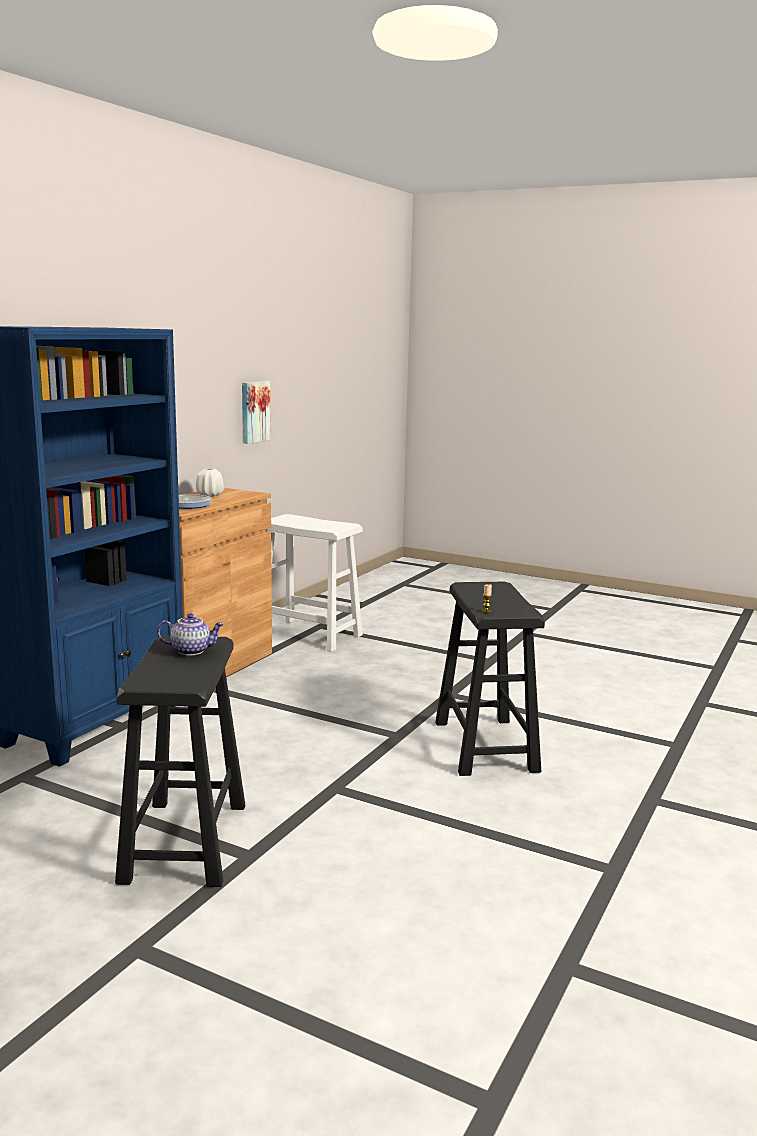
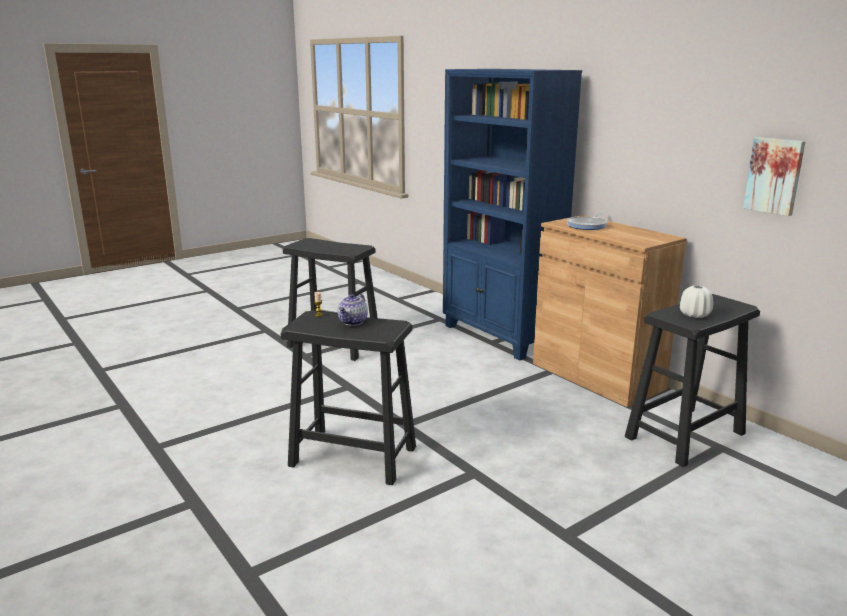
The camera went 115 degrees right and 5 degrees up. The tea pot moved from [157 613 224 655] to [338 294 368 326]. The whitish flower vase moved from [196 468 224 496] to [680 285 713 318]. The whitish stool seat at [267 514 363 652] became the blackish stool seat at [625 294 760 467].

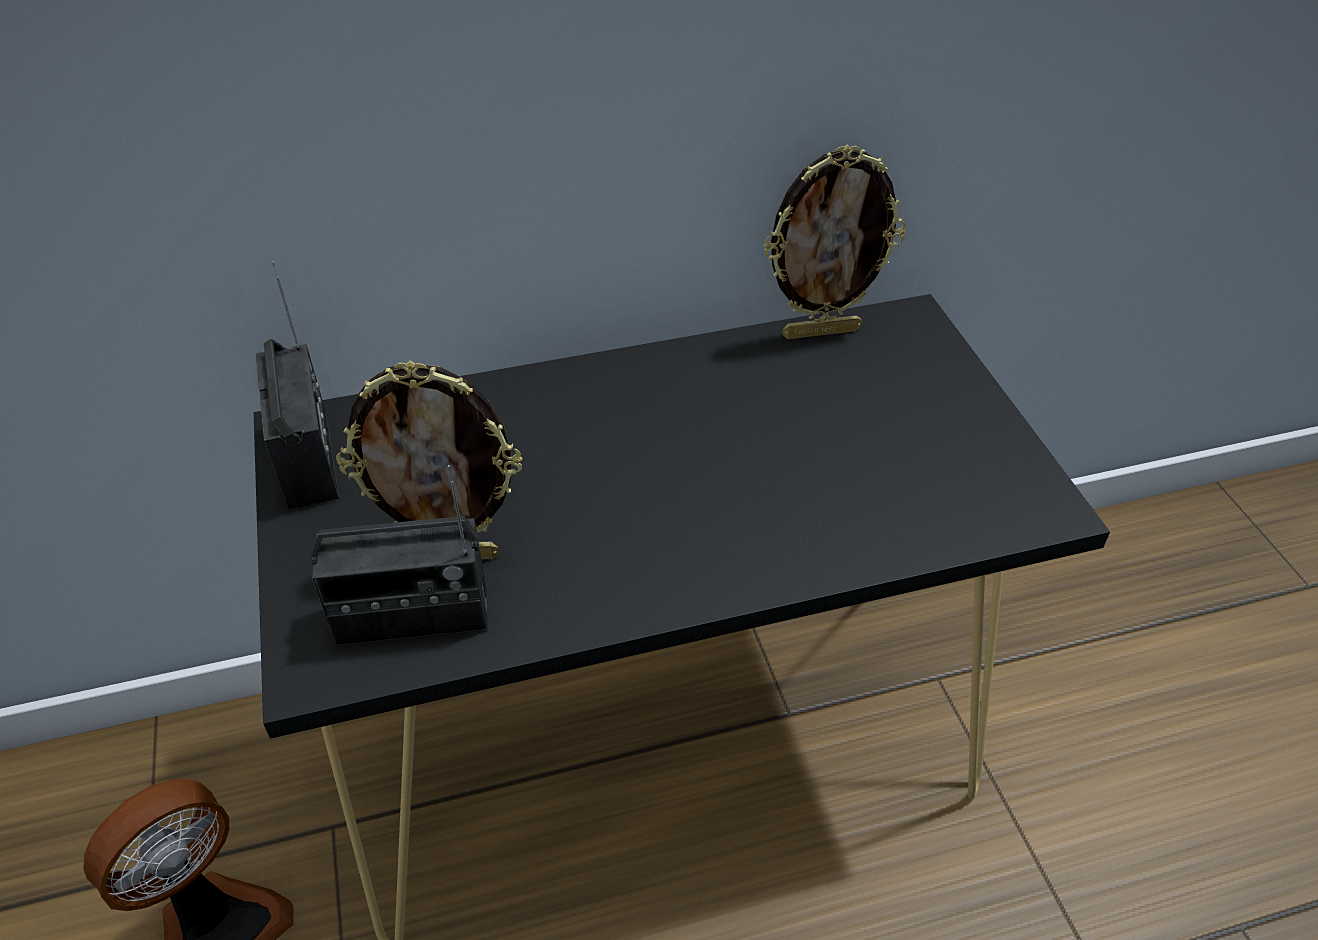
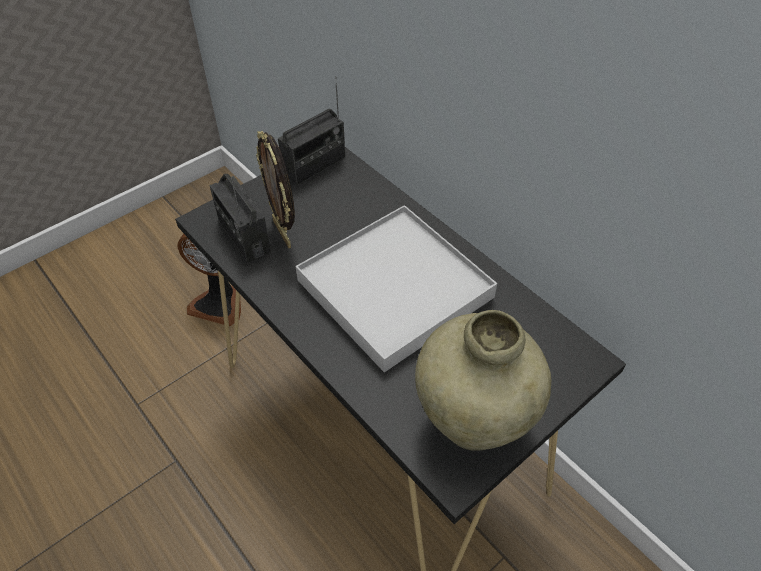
The camera went 65 degrees right and 5 degrees up. The picture frame at [764 145 906 339] disappeared. The whitish serving tray at [296 205 497 372] appeared. The beige flower vase at [415 310 551 451] appeared.

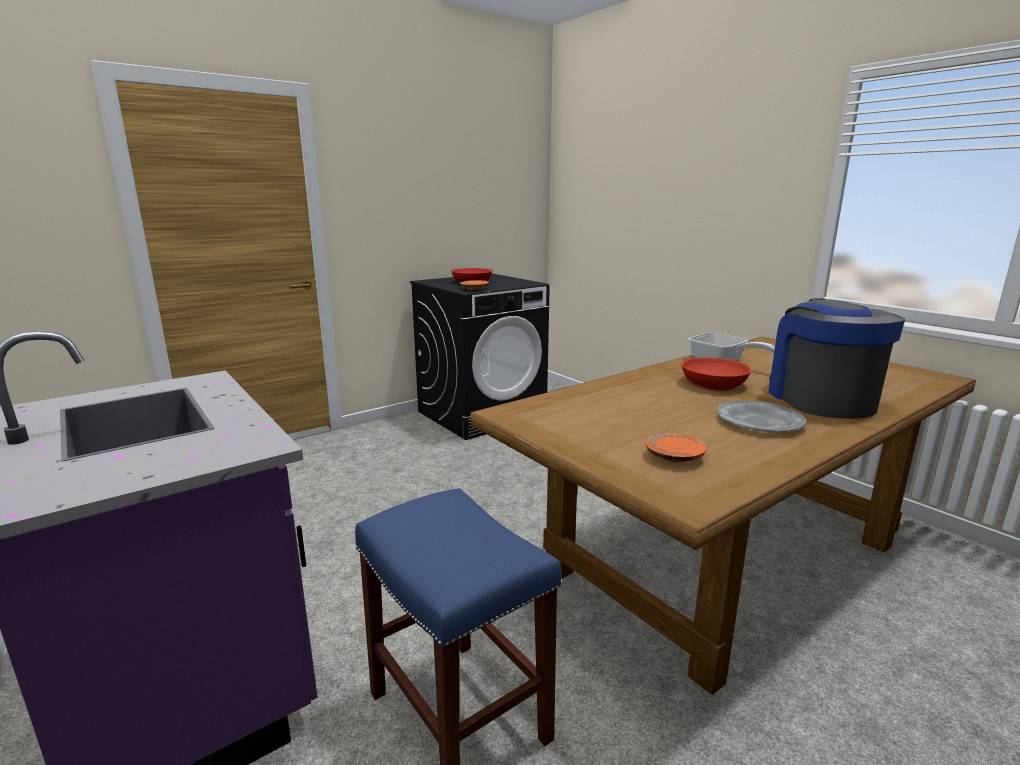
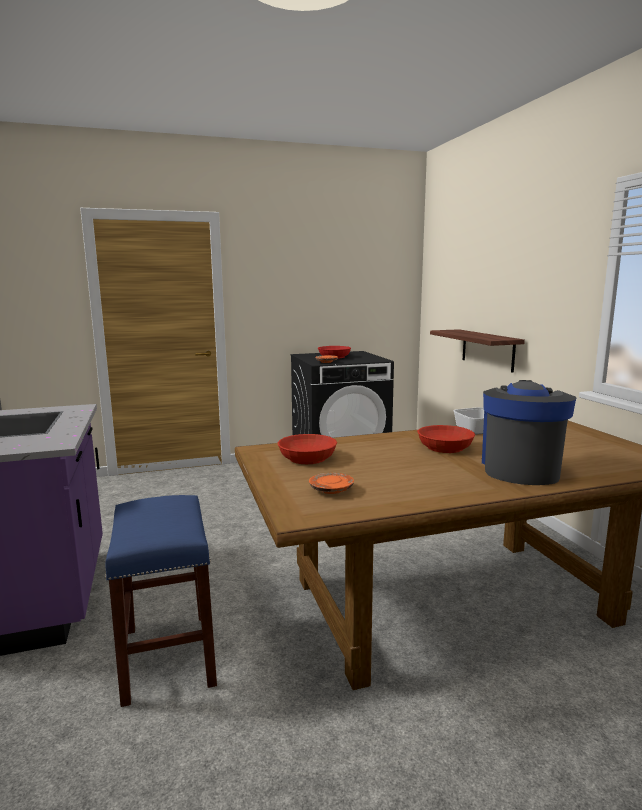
The camera went 20 degrees right and 5 degrees down. The grey dinner plate at [717 401 806 432] disappeared. The red bowl at [278 434 337 464] appeared. The wall shelf at [430 329 525 373] appeared.

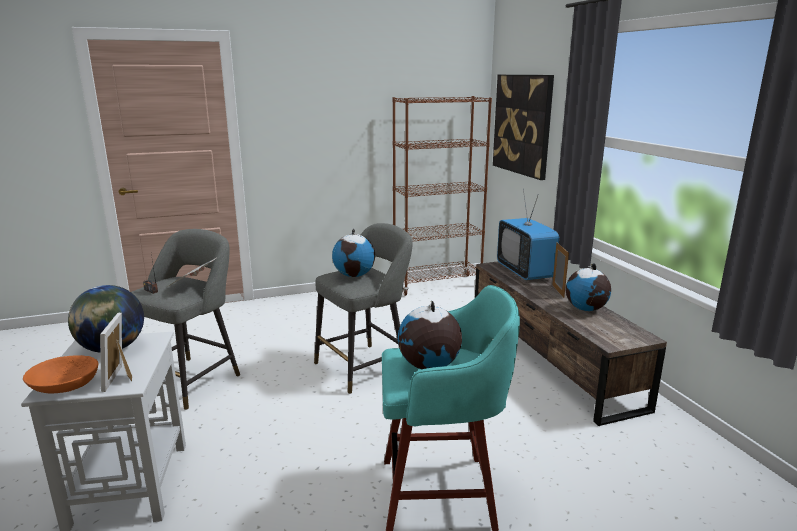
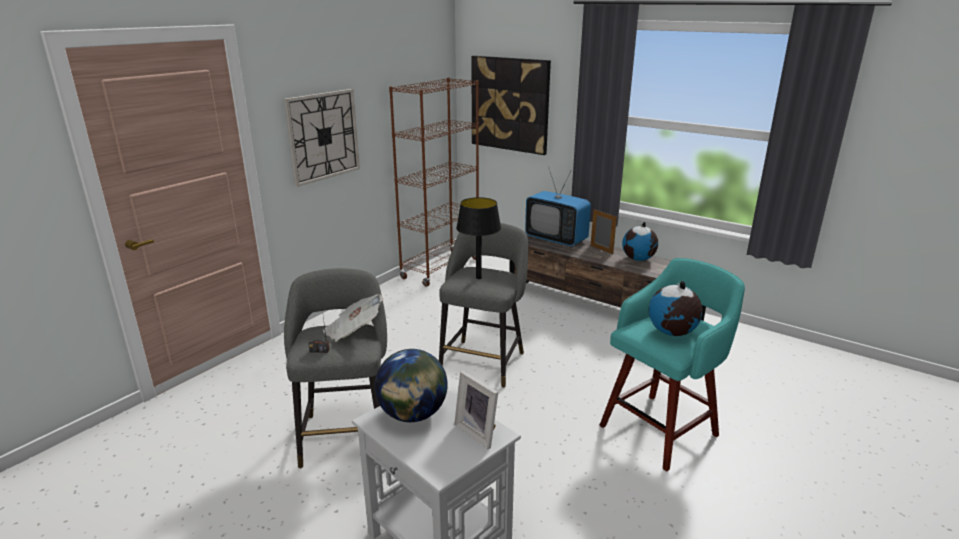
The camera went 35 degrees left and 5 degrees up. The orange-coloured bowl at [23 355 98 393] disappeared. The desk globe at [332 228 375 277] was replaced by the blackish lamp for a table at [456 197 501 279]. The clock on the wall at [284 89 360 187] appeared.

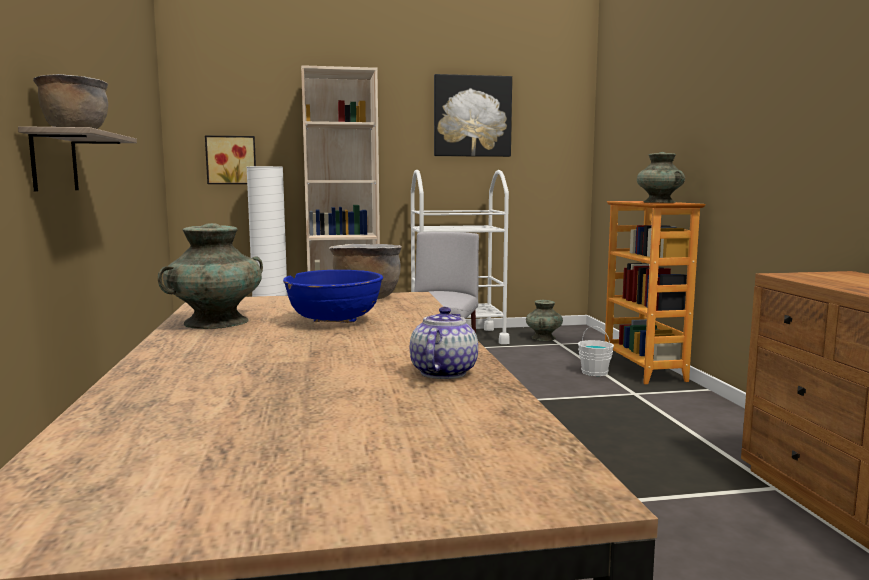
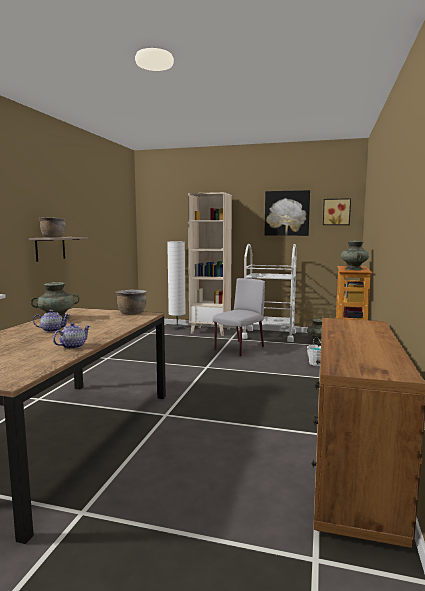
The camera went 25 degrees right and 0 degrees up. The wall picture moved from [205 136 256 184] to [323 198 351 225]. The blue-coloured bowl at [283 270 383 323] disappeared. The tea pot at [33 310 70 332] appeared.

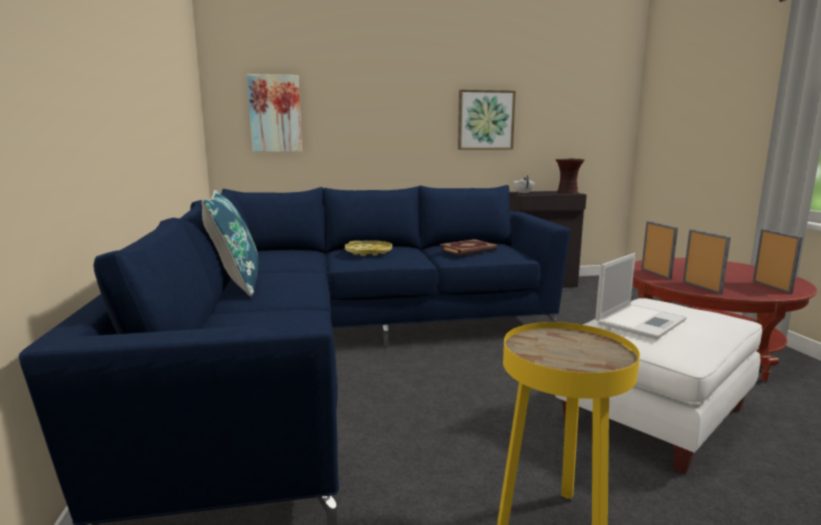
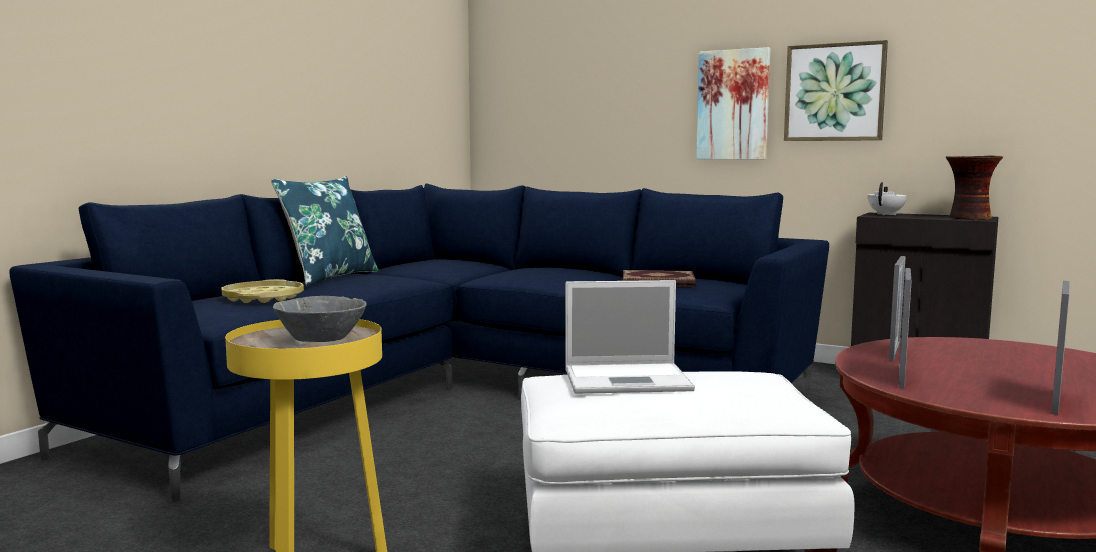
The camera went 40 degrees right and 5 degrees down. The wall picture moved from [247 74 302 152] to [696 47 771 160]. The yellowish serving tray moved from [345 241 392 256] to [221 279 304 303]. The grey bowl at [273 296 367 342] appeared.

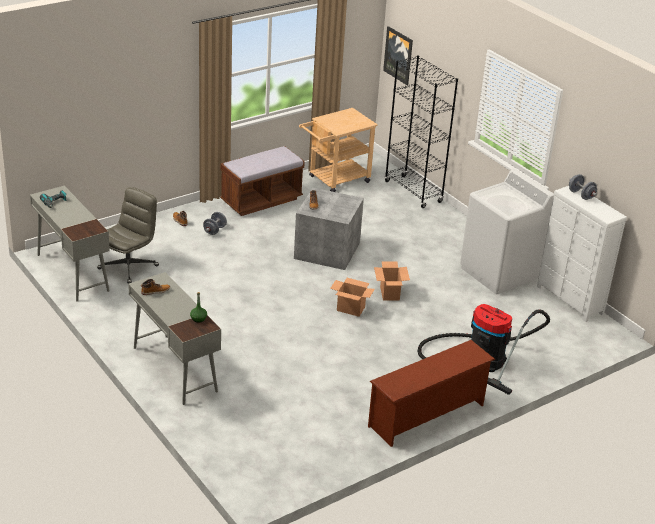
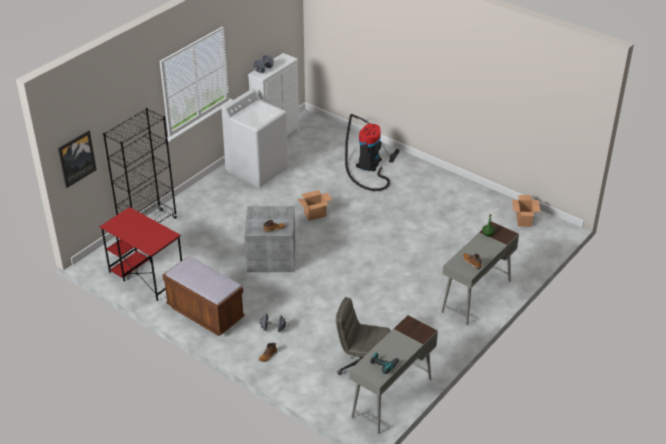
The camera went 105 degrees left and 5 degrees up. The beige cart at [299 108 378 192] was replaced by the red desk unit at [100 207 182 301]. The carton moved from [330 278 375 317] to [512 195 540 227]. The brown-coloured shoe stand at [368 340 495 447] disappeared.

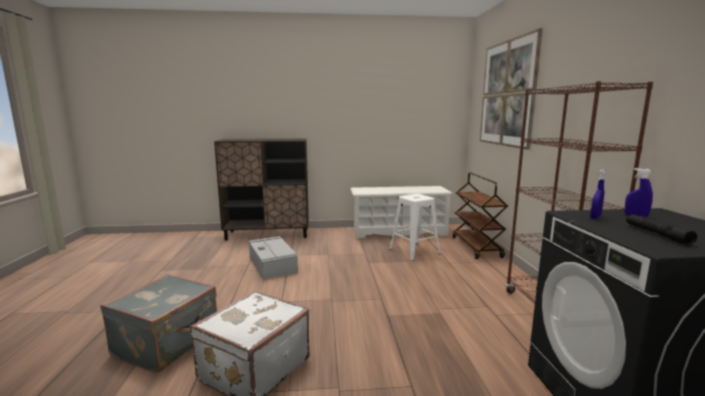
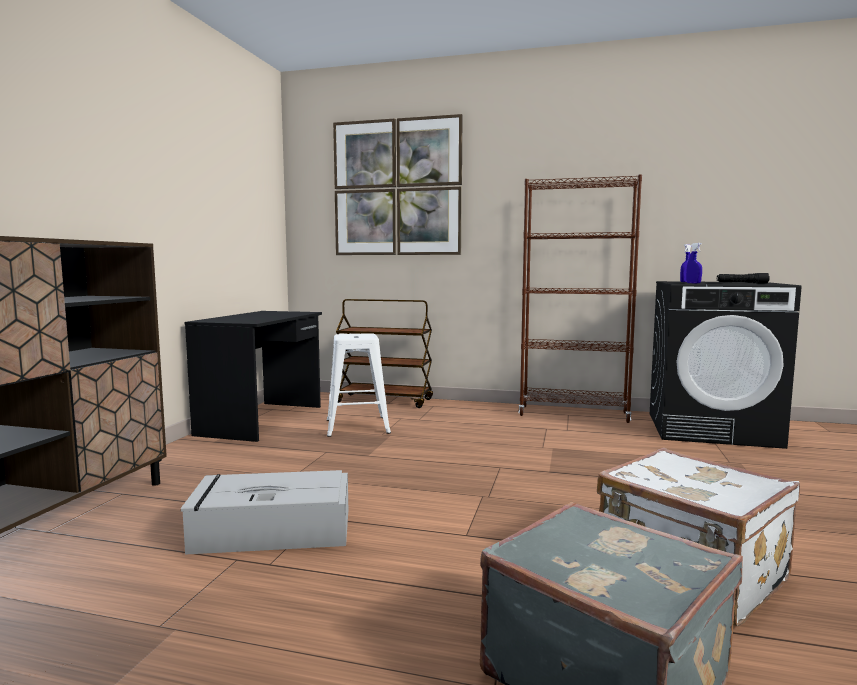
The camera went 70 degrees left and 5 degrees down. The whitish shoe stand at [351 186 453 239] was replaced by the blackish desk unit at [185 311 322 442].

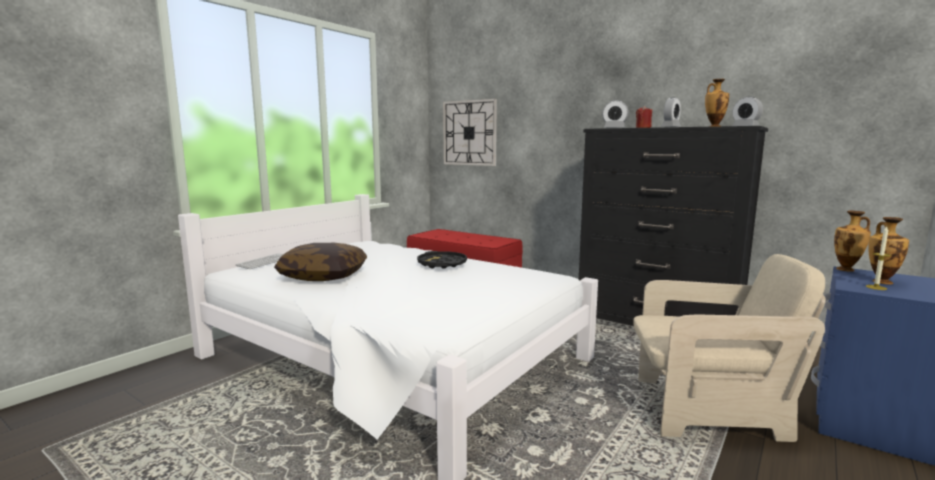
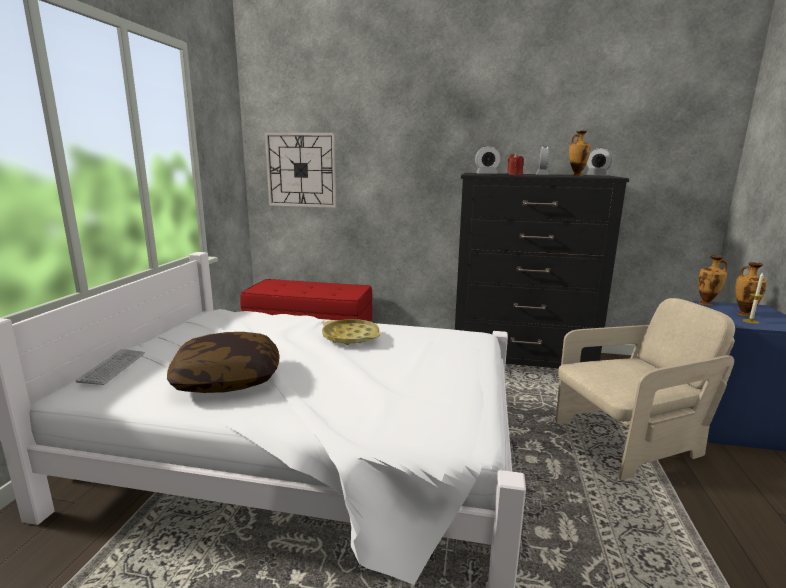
The camera went 25 degrees left and 5 degrees up. The blackish serving tray at [417 251 467 269] became the yellowish serving tray at [322 319 380 345].

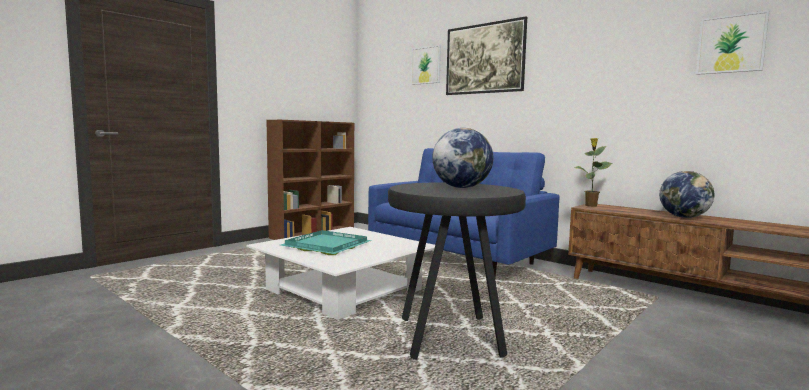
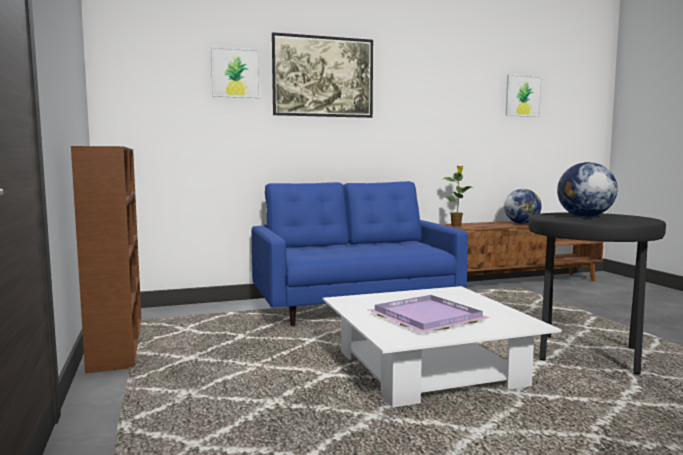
The camera went 60 degrees left and 0 degrees up. The blue-green serving tray at [281 230 372 255] became the purple-coloured serving tray at [369 295 490 333].

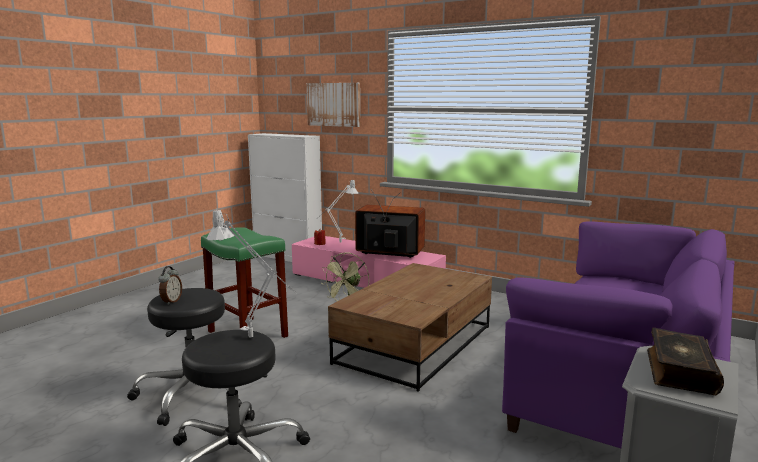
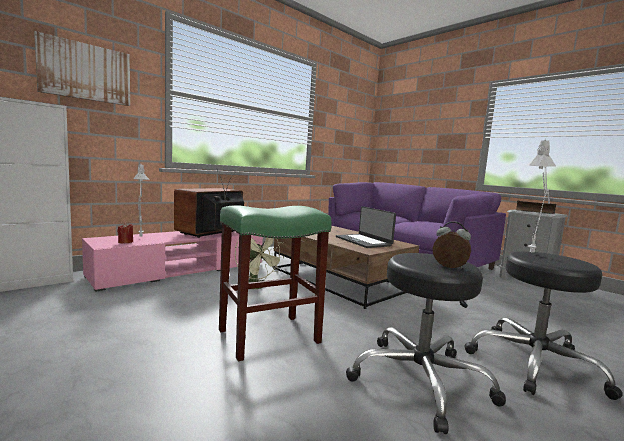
The camera went 75 degrees left and 5 degrees down. The laptop at [336 206 396 248] appeared.

